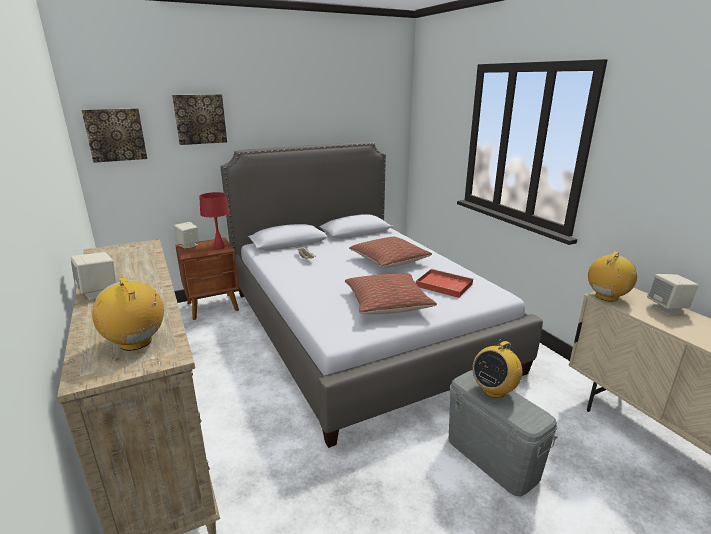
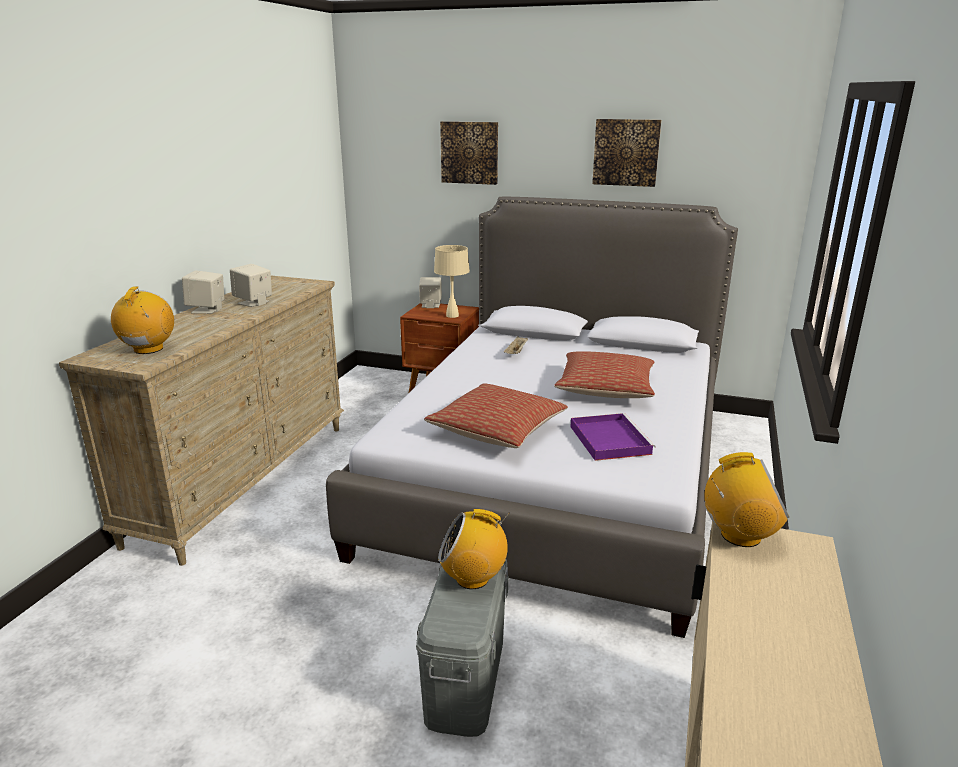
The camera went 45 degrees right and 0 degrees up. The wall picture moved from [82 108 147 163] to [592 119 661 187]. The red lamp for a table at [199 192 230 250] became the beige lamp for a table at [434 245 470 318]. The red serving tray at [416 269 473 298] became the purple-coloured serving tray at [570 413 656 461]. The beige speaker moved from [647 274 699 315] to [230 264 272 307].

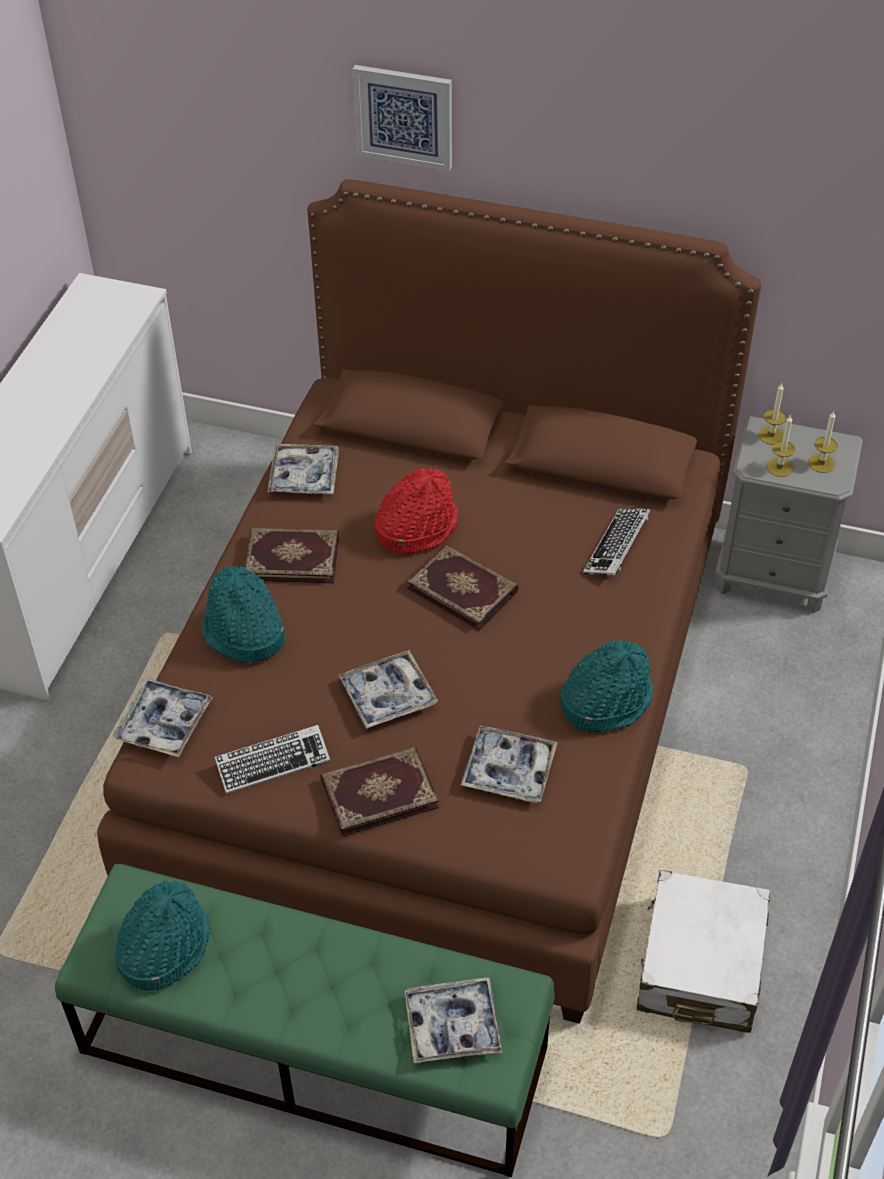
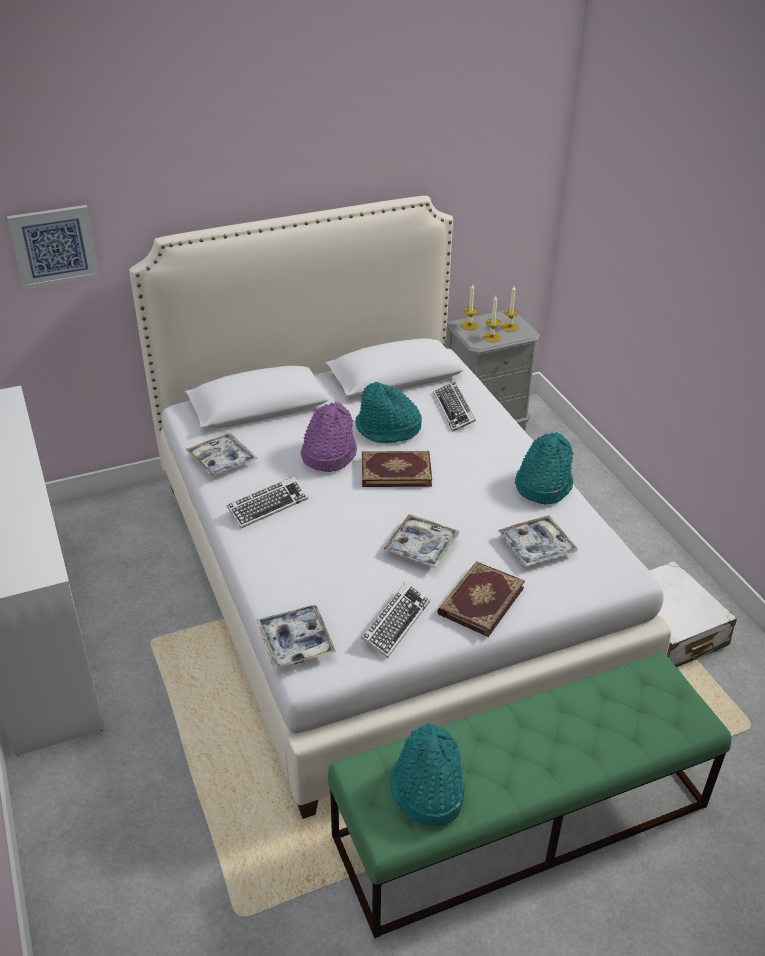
The camera went 40 degrees left and 10 degrees down. The brown-coloured bed at [97 179 761 1024] became the whitish bed at [129 196 671 819]. The blue-green wearable hat moved from [202 565 285 663] to [355 382 422 443]. The volume at [244 528 339 583] was replaced by the keyboard at [227 476 308 528]. The wall picture moved from [353 65 452 171] to [7 205 100 290]. The red wearable hat at [374 468 458 554] became the purple-coloured wearable hat at [300 402 357 472]. The serving tray at [405 978 502 1063] disappeared.

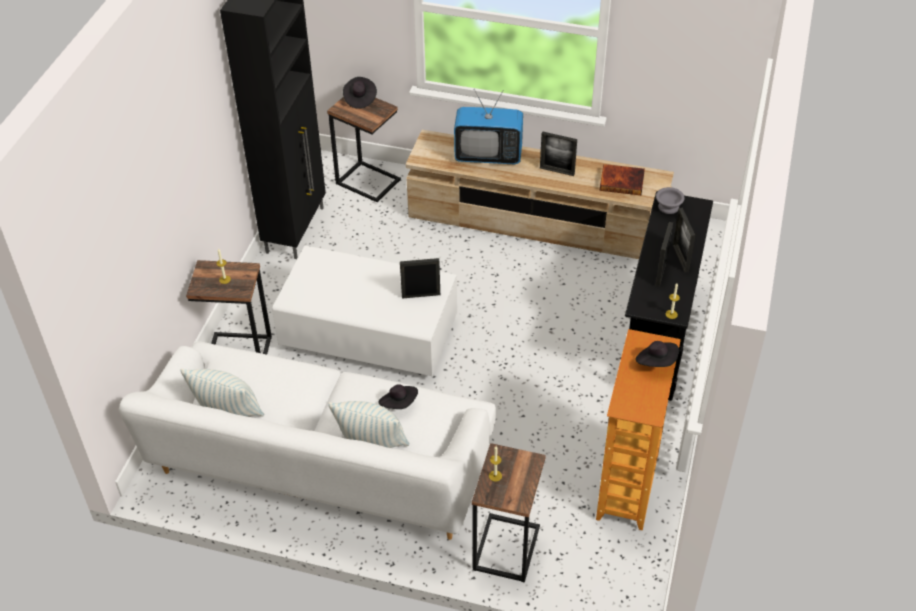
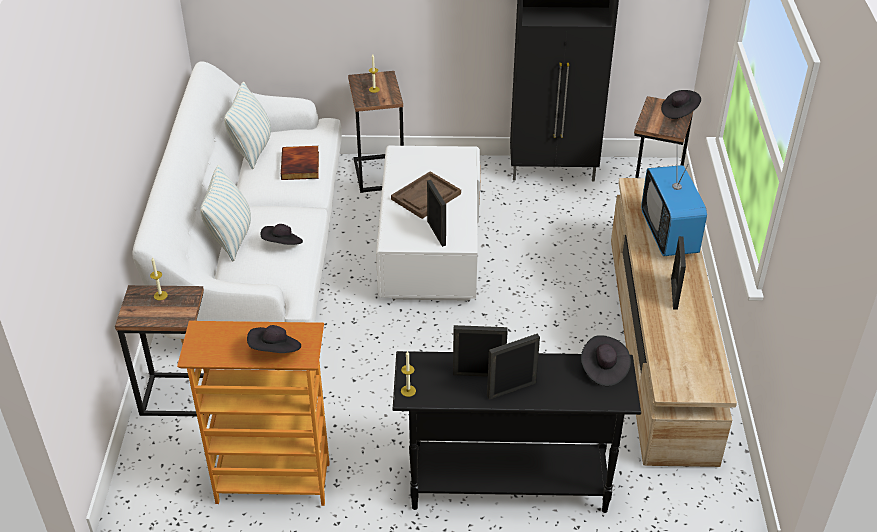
The camera went 75 degrees right and 5 degrees down. The volume moved from [599 164 645 195] to [281 146 319 180]. The grey bowl at [656 187 685 214] was replaced by the blackish wearable hat at [581 335 631 386]. The brown-coloured serving tray at [391 171 461 219] appeared.

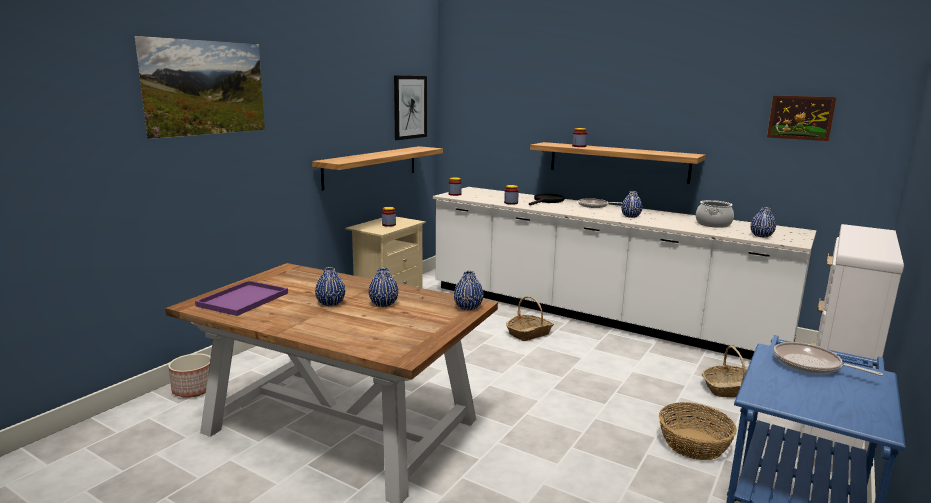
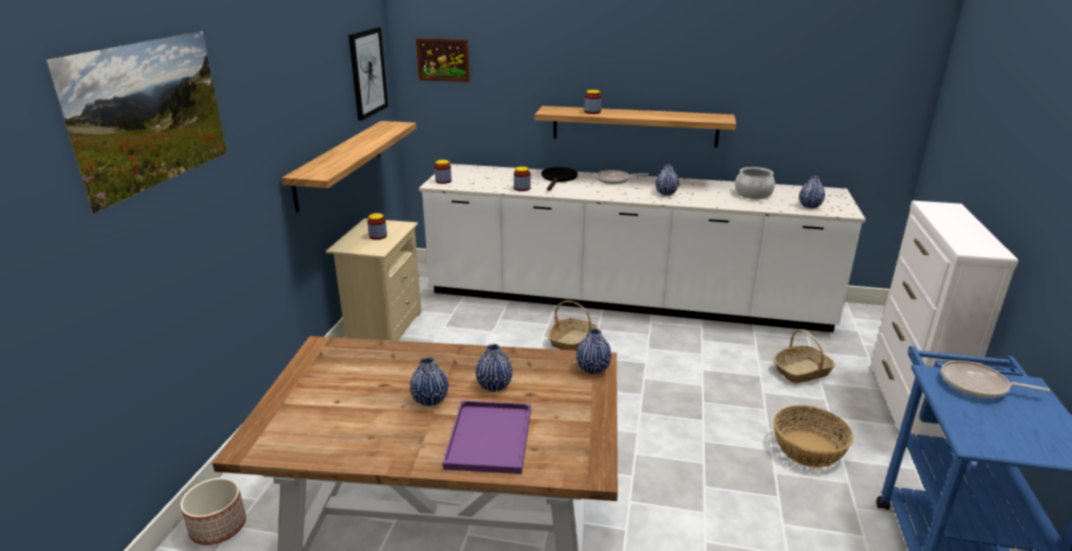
The camera went 20 degrees left and 10 degrees up. The purple-coloured serving tray moved from [195 281 288 316] to [443 400 531 474]. The wall picture moved from [767 95 837 141] to [416 38 470 82].

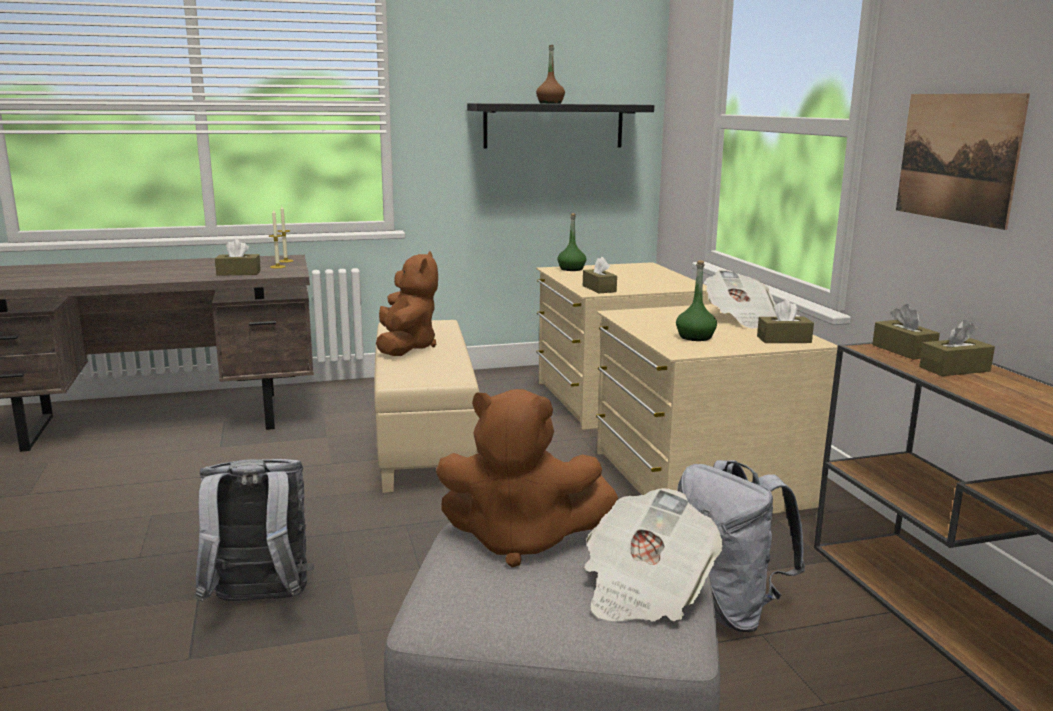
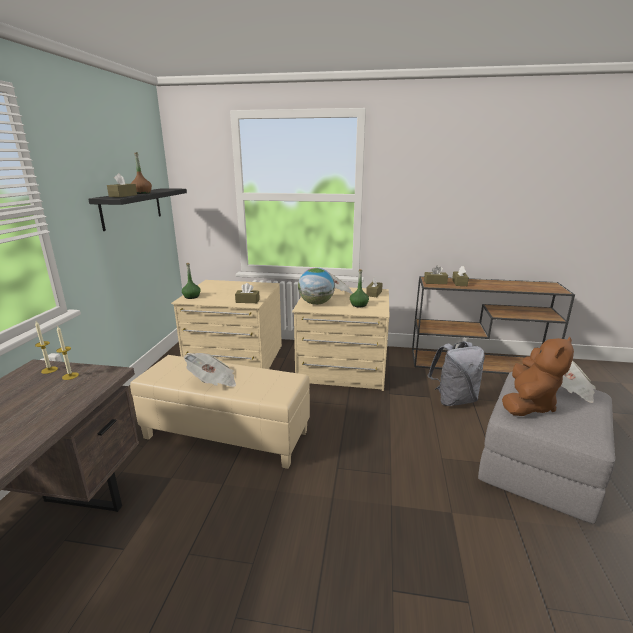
The camera went 65 degrees left and 5 degrees up. The grey backpack at [195 459 314 602] disappeared. The brown-coloured tissue holder moved from [215 239 261 276] to [107 173 137 197]. The brown-coloured plush toy at [376 251 438 356] was replaced by the printed paper at [184 353 236 387]. The wall picture at [896 93 1030 230] disappeared. The desk globe at [298 268 335 305] appeared.

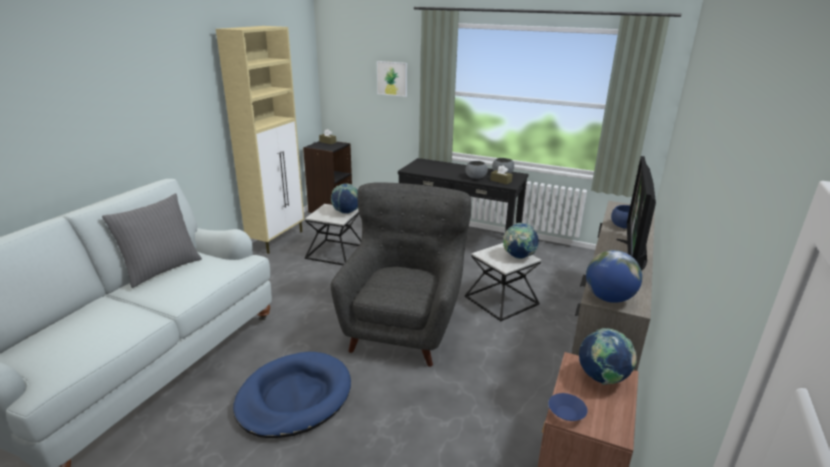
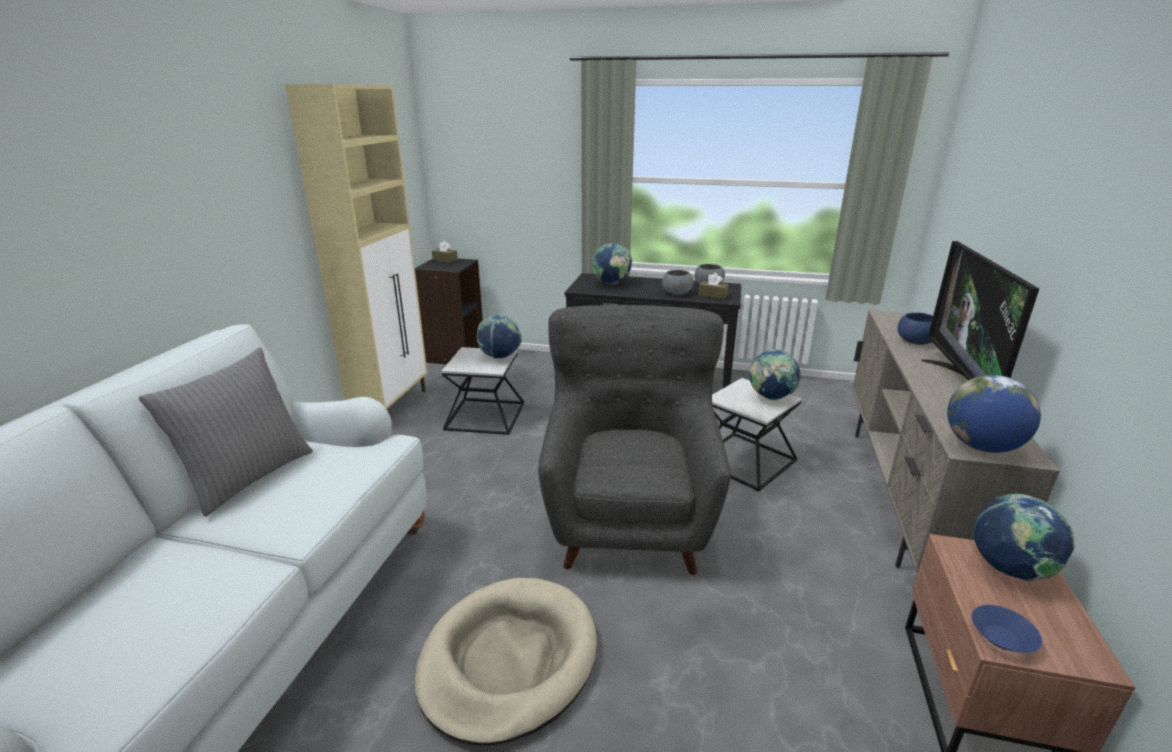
The camera went 10 degrees left and 0 degrees up. The blue-coloured pet bed at [233 352 351 438] became the beige pet bed at [415 578 597 746]. The wall picture at [377 61 407 97] disappeared. The desk globe at [592 243 633 285] appeared.

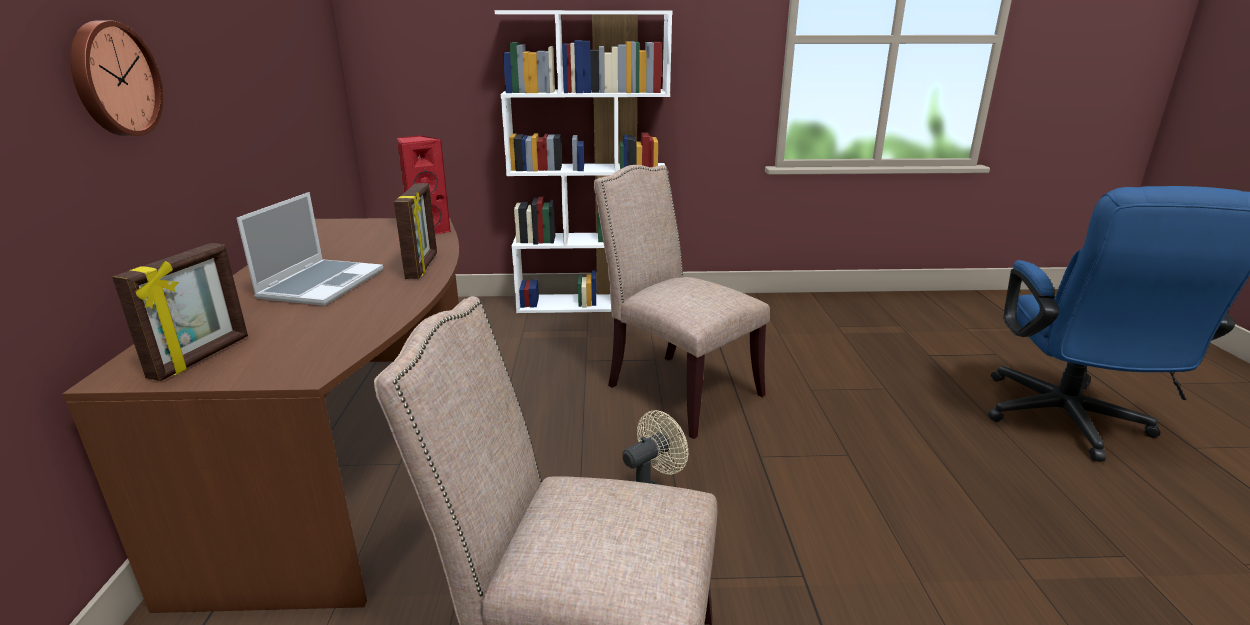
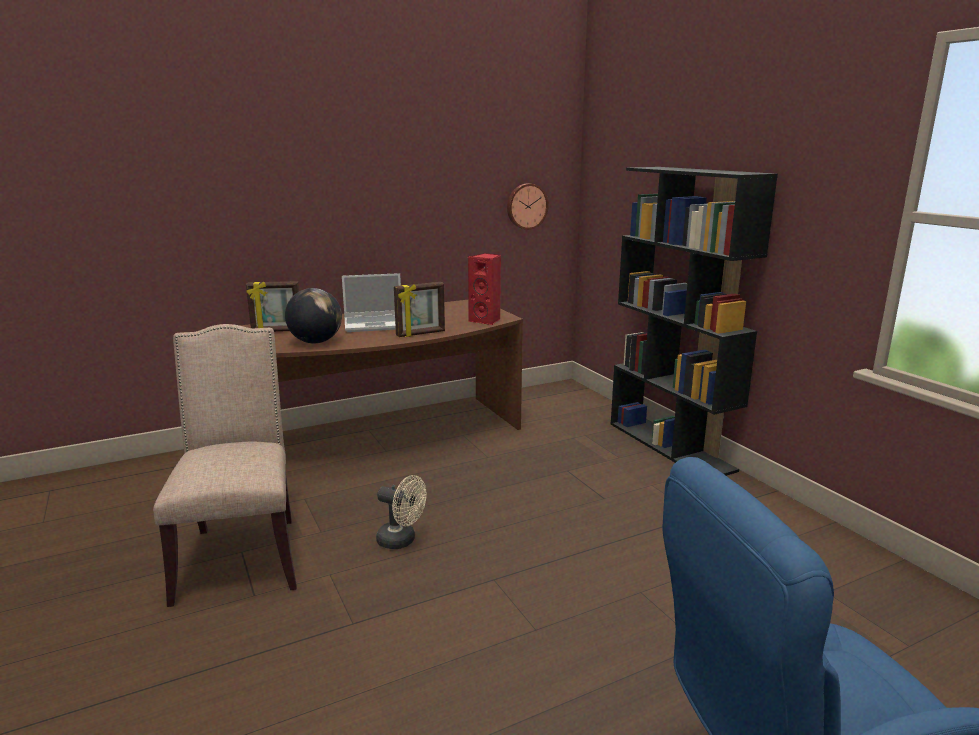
The camera went 65 degrees right and 5 degrees down. The clock on the wall moved from [70 21 164 136] to [507 183 549 230]. The whitish bookshelf at [495 10 672 313] became the blackish bookshelf at [611 167 778 476]. The beige plain chair at [594 165 770 439] disappeared. The desk globe at [285 288 342 343] appeared.

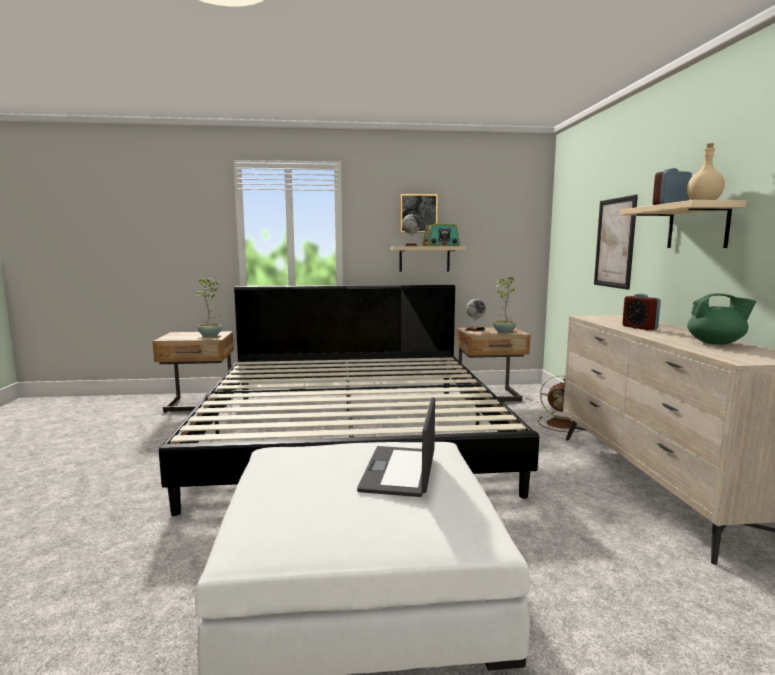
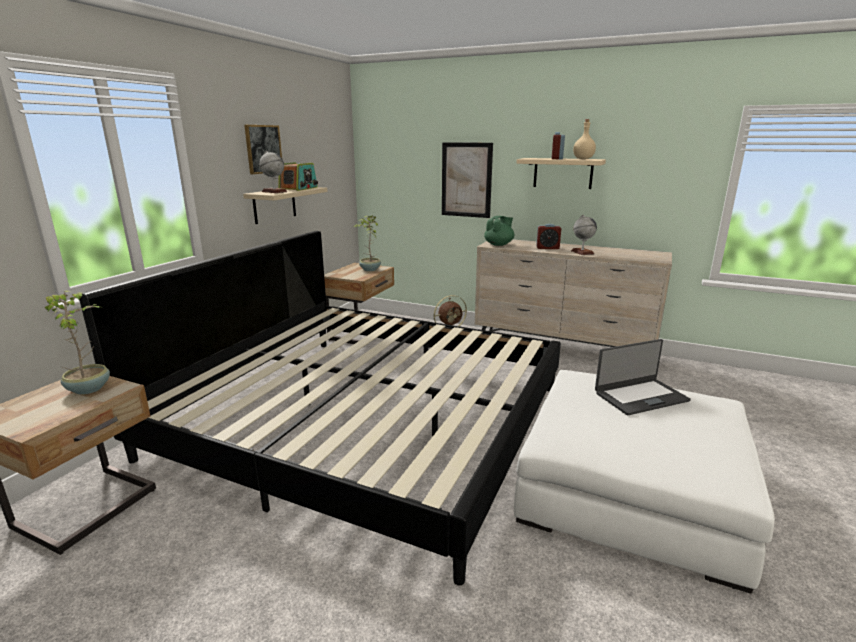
The camera went 60 degrees left and 10 degrees up. The laptop at [357 397 435 497] turned 60 degrees counterclockwise. The desk globe moved from [465 298 486 332] to [571 215 597 255]. The greenish tea pot moved from [687 293 756 345] to [484 216 514 246].

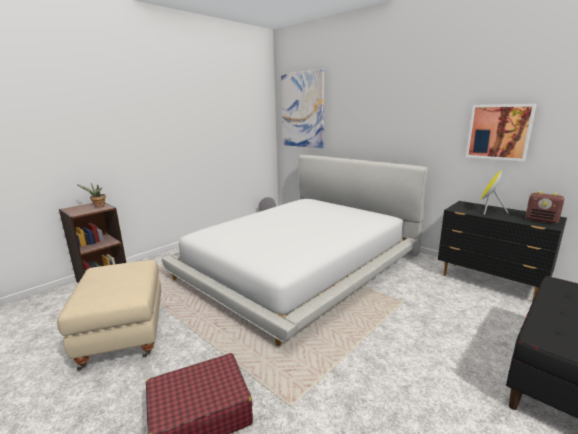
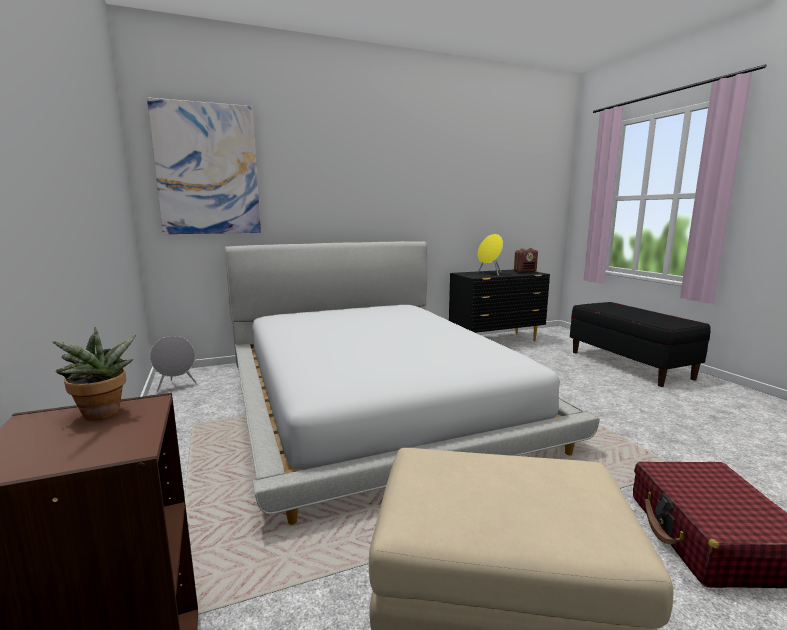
The camera went 65 degrees left and 5 degrees down. The wall picture at [466 104 536 161] disappeared.

